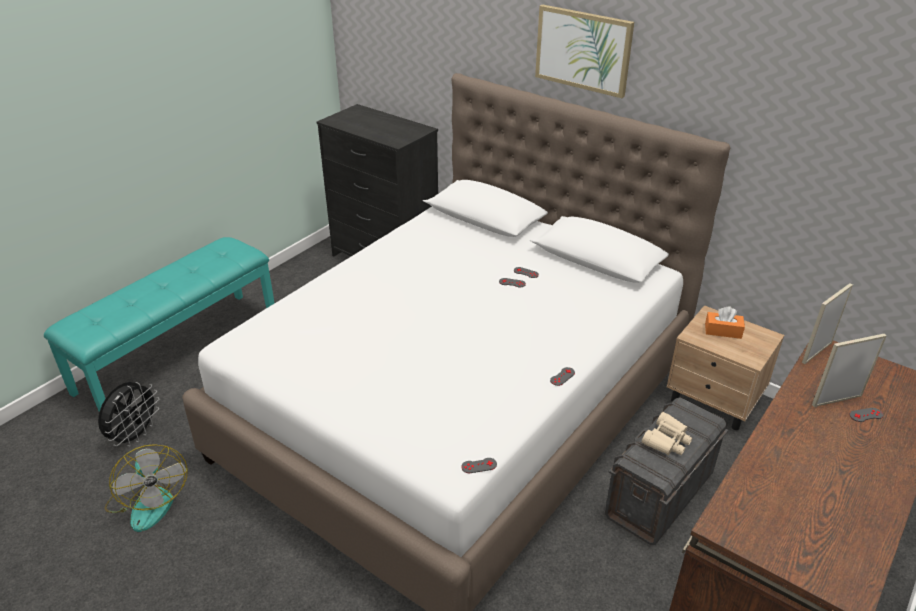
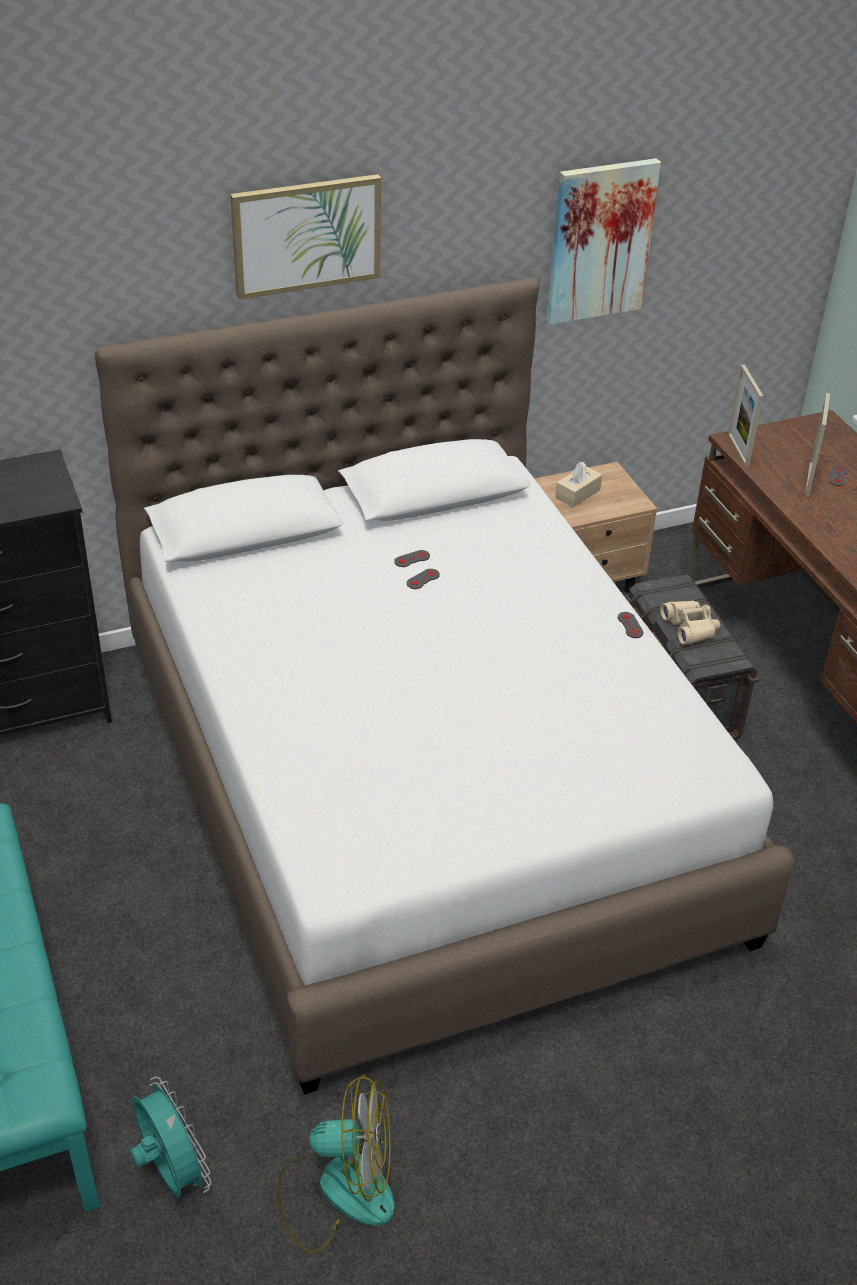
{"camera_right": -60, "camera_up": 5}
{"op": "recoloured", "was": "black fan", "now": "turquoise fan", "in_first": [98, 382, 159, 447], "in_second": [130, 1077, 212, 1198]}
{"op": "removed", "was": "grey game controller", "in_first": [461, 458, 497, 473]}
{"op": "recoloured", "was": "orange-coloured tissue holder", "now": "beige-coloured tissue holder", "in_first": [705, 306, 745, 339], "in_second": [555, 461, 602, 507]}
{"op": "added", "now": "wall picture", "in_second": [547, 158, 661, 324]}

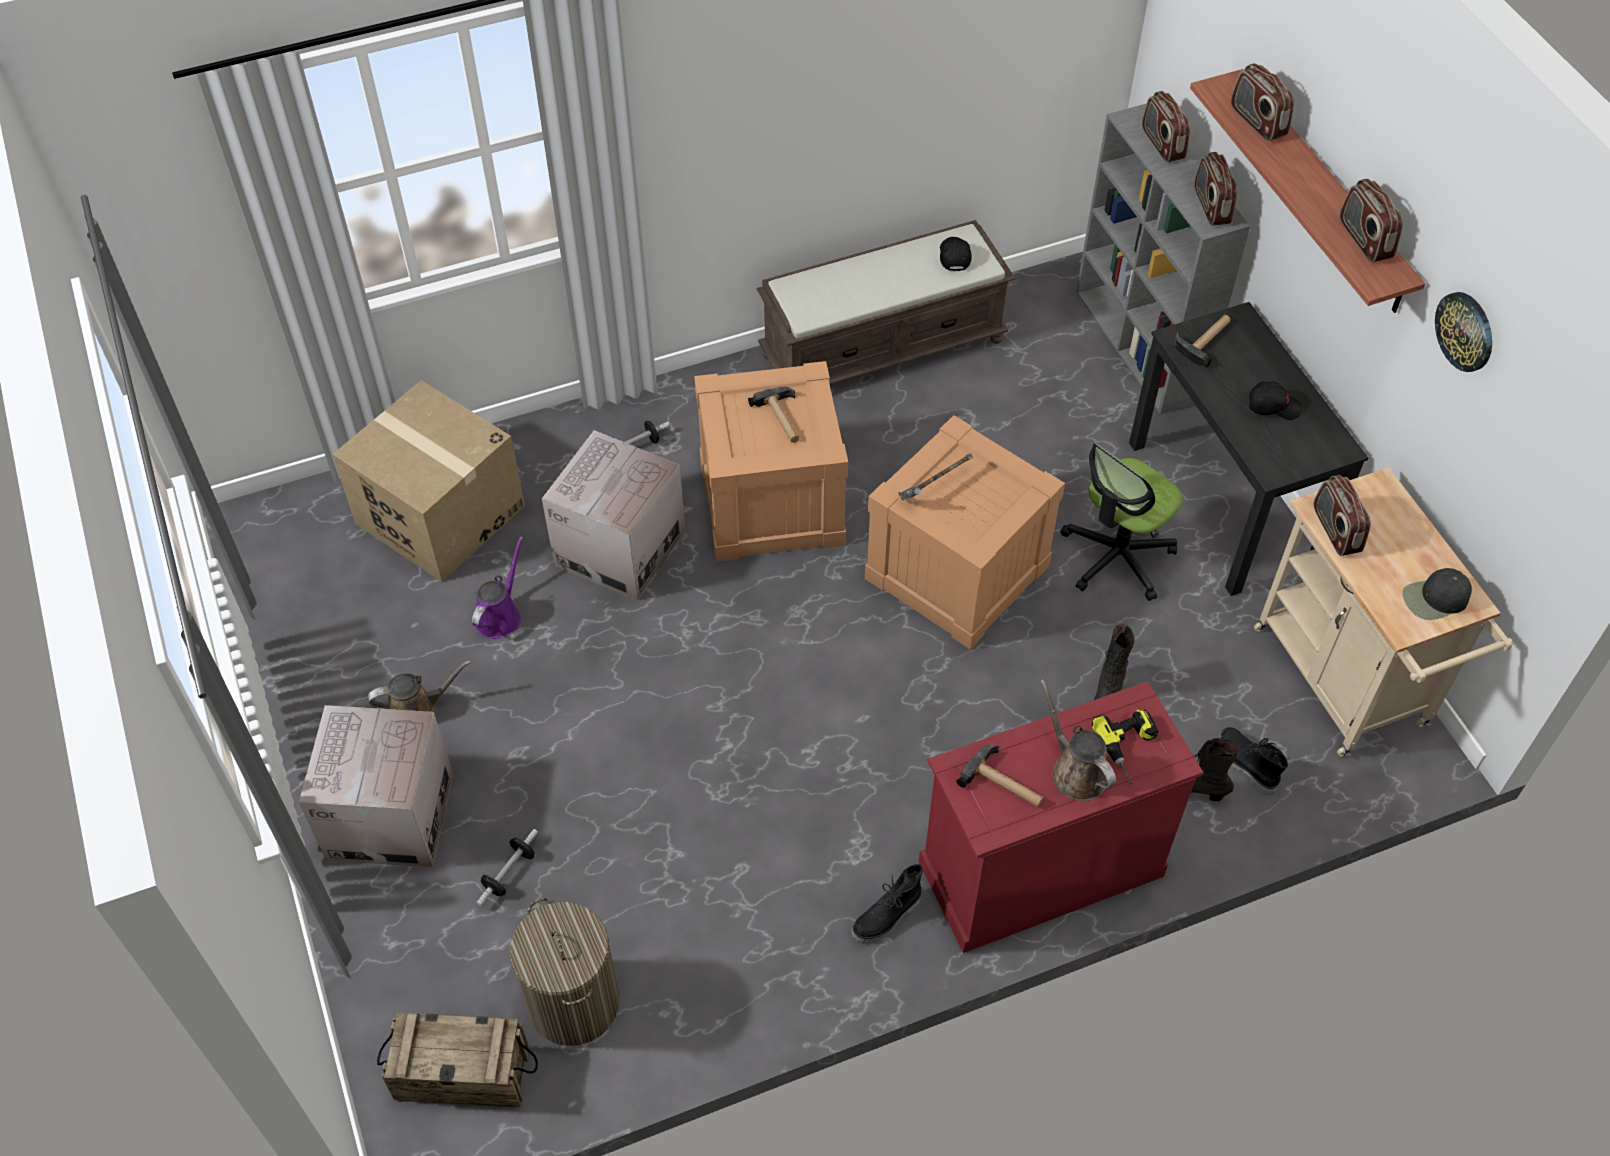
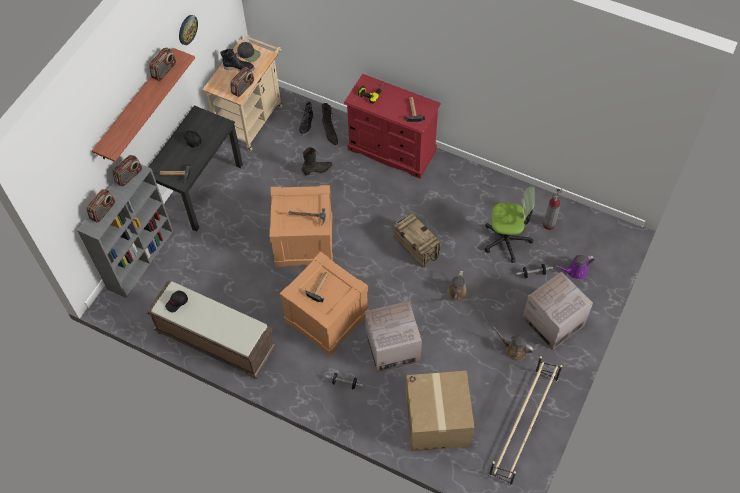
{"camera_right": -130, "camera_up": 5}
{"op": "moved", "was": "packing crate", "in_first": [377, 1013, 538, 1107], "in_second": [394, 213, 441, 268]}
{"op": "moved", "was": "purplish sprinkling can", "in_first": [472, 537, 523, 639], "in_second": [555, 255, 595, 279]}
{"op": "replaced", "was": "hamper", "now": "fire extinguisher", "in_first": [510, 898, 619, 1046], "in_second": [543, 189, 562, 230]}
{"op": "moved", "was": "black boot", "in_first": [851, 864, 923, 943], "in_second": [220, 49, 254, 71]}
{"op": "moved", "was": "brown sprinkling can", "in_first": [1041, 679, 1116, 801], "in_second": [447, 270, 468, 305]}
{"op": "moved", "was": "desk chair", "in_first": [1060, 443, 1183, 601], "in_second": [485, 186, 535, 263]}
{"op": "removed", "was": "radio", "in_first": [1231, 63, 1294, 141]}
{"op": "added", "now": "beige-coloured shoe rack", "in_second": [489, 356, 562, 486]}

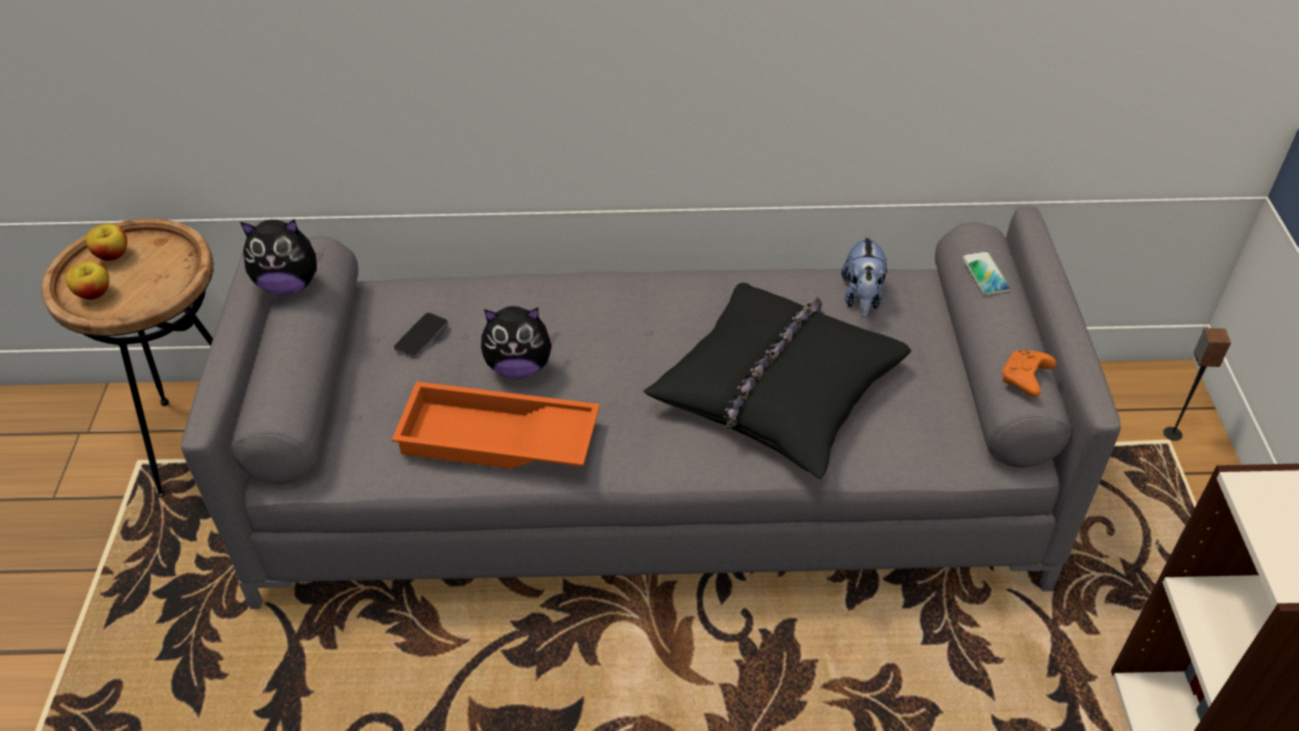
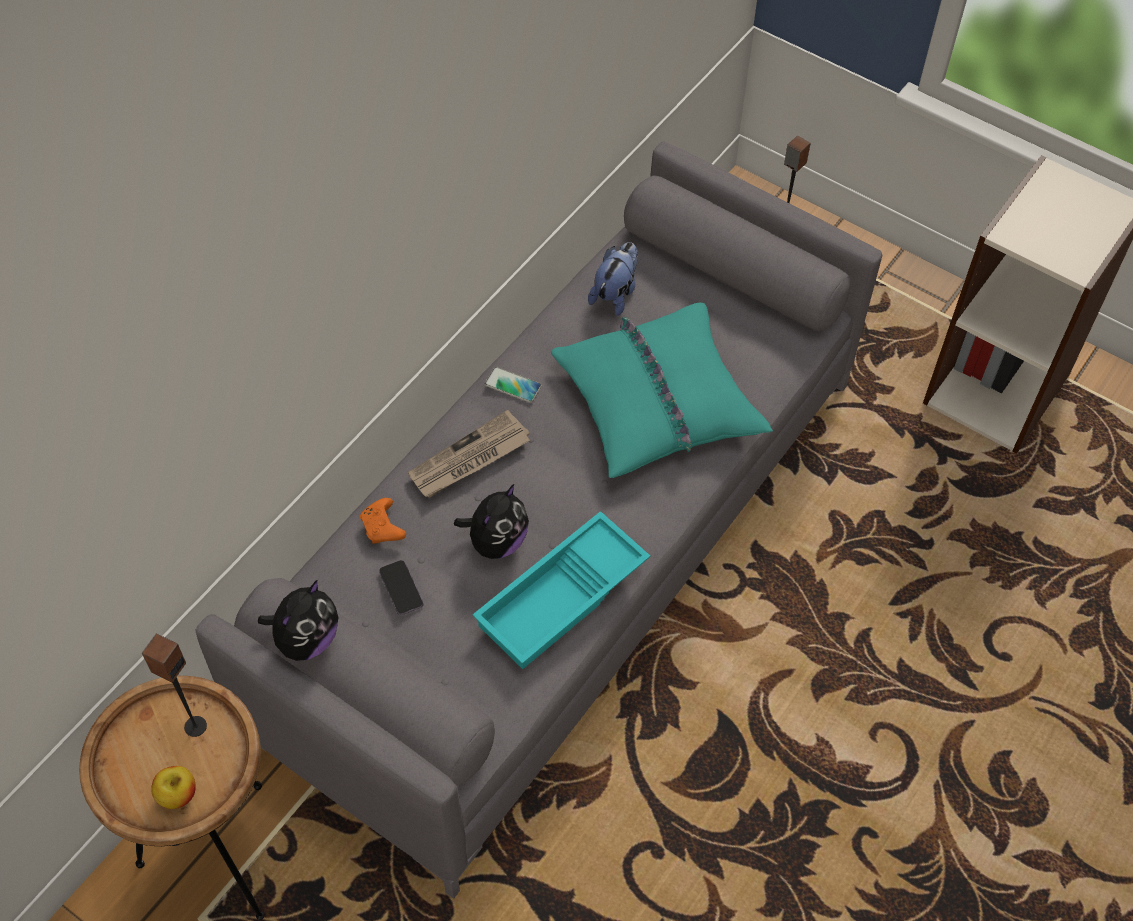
{"camera_right": -55, "camera_up": 10}
{"op": "removed", "was": "apple", "in_first": [86, 223, 127, 261]}
{"op": "recoloured", "was": "orange-coloured serving tray", "now": "turquoise serving tray", "in_first": [392, 382, 600, 469], "in_second": [472, 511, 650, 669]}
{"op": "recoloured", "was": "black throw pillow", "now": "turquoise throw pillow", "in_first": [644, 283, 911, 479], "in_second": [551, 303, 773, 478]}
{"op": "turned", "was": "plush toy", "in_first": [841, 232, 887, 318], "in_second": [588, 242, 638, 316], "clockwise": -105}
{"op": "moved", "was": "telephone", "in_first": [962, 251, 1011, 295], "in_second": [485, 367, 542, 403]}
{"op": "moved", "was": "orange-coloured game controller", "in_first": [1002, 350, 1056, 397], "in_second": [360, 498, 406, 544]}
{"op": "added", "now": "speaker", "in_second": [142, 634, 207, 737]}
{"op": "added", "now": "daily paper", "in_second": [408, 410, 530, 498]}

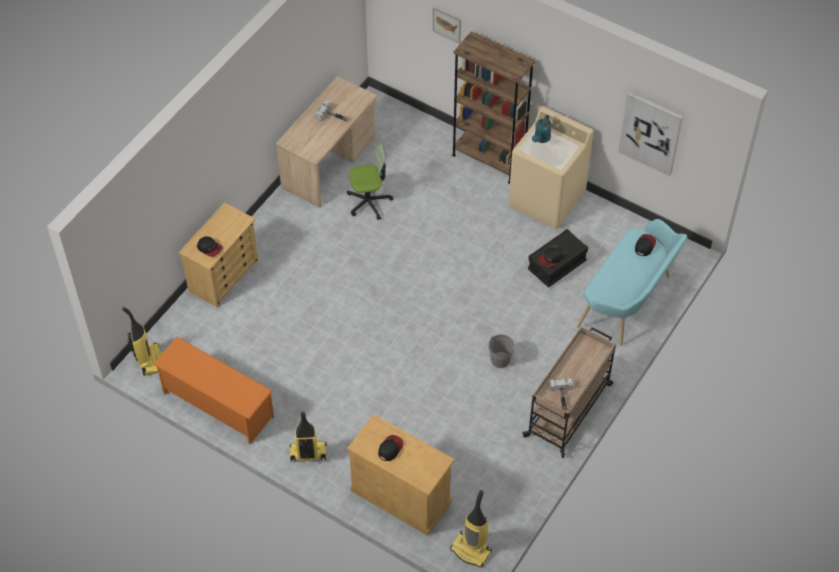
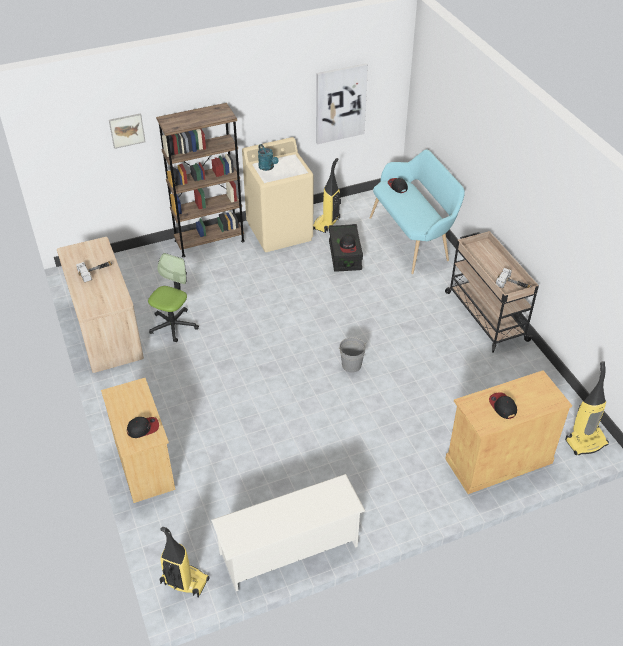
{"camera_right": -55, "camera_up": -10}
{"op": "recoloured", "was": "orange-coloured shoe rack", "now": "whitish shoe rack", "in_first": [153, 337, 274, 444], "in_second": [211, 474, 365, 591]}
{"op": "moved", "was": "vacuum cleaner", "in_first": [290, 411, 326, 462], "in_second": [313, 158, 341, 233]}
{"op": "moved", "was": "grey water bucket", "in_first": [489, 334, 515, 368], "in_second": [338, 337, 367, 373]}

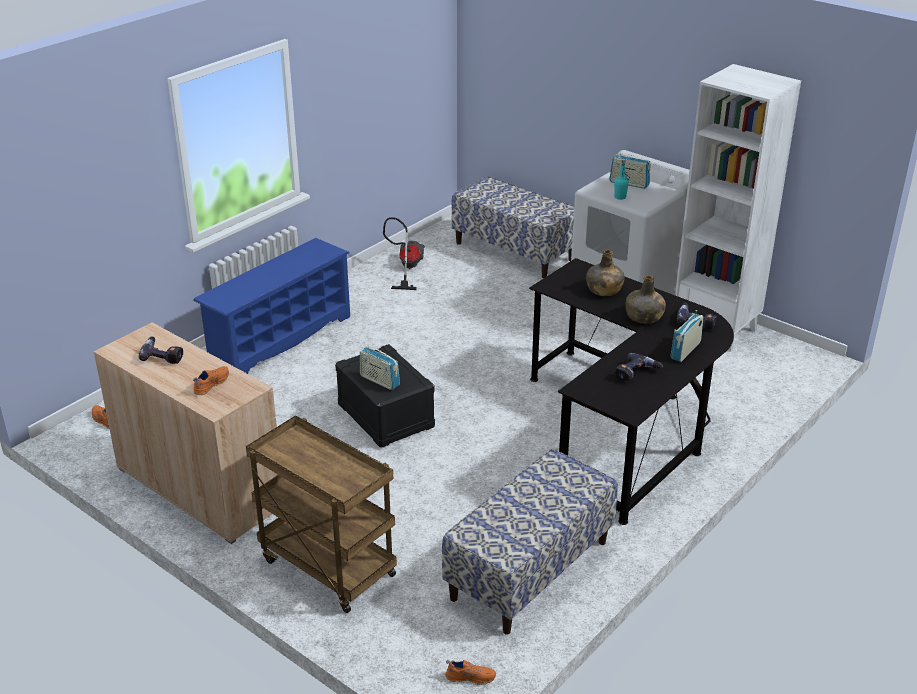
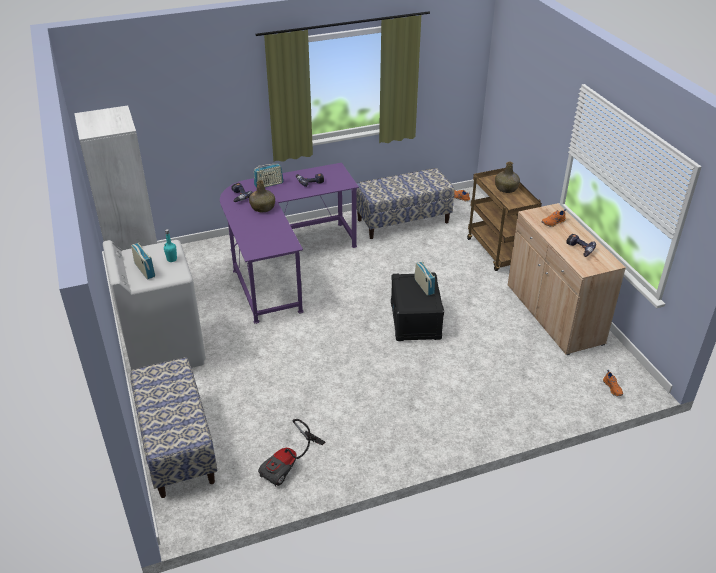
{"camera_right": -150, "camera_up": 5}
{"op": "removed", "was": "blue-coloured shoe rack", "in_first": [193, 238, 350, 374]}
{"op": "recoloured", "was": "black desk", "now": "purplish desk", "in_first": [529, 258, 734, 525], "in_second": [220, 163, 359, 324]}
{"op": "moved", "was": "green-coloured drink bottle", "in_first": [586, 249, 625, 296], "in_second": [495, 161, 520, 193]}

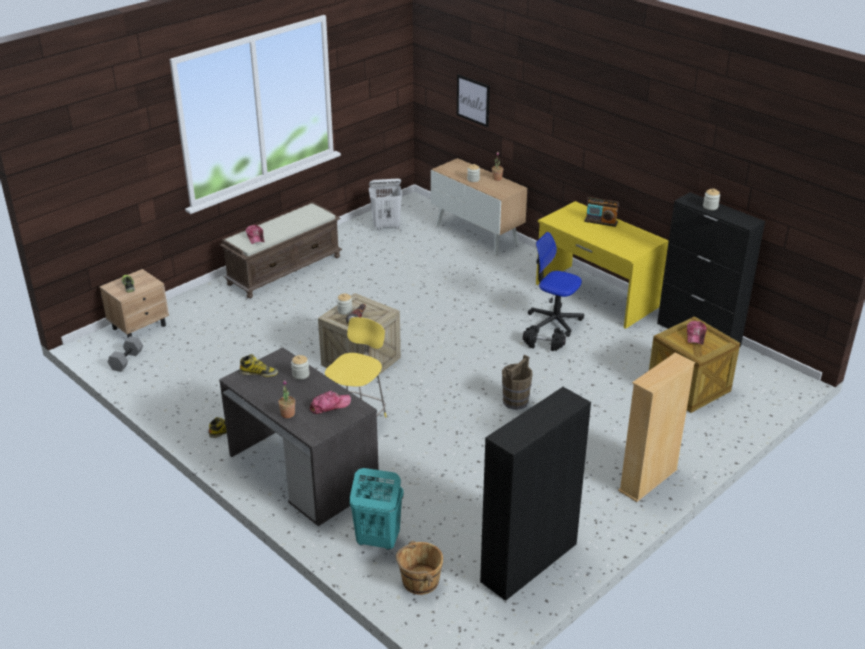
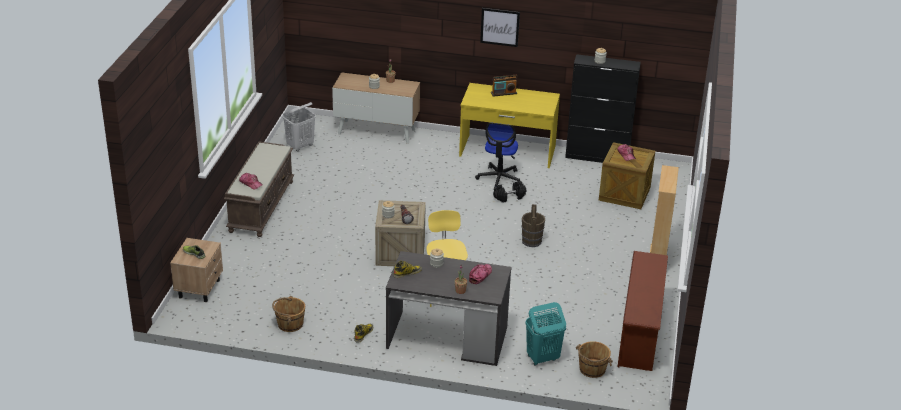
{"camera_right": -35, "camera_up": 0}
{"op": "removed", "was": "grey dumbbell", "in_first": [107, 336, 143, 372]}
{"op": "moved", "was": "wall picture", "in_first": [457, 74, 490, 128], "in_second": [480, 8, 520, 47]}
{"op": "replaced", "was": "black cabinet", "now": "brown shoe rack", "in_first": [480, 387, 591, 601], "in_second": [617, 251, 668, 371]}
{"op": "turned", "was": "desk chair", "in_first": [528, 232, 584, 337], "in_second": [475, 123, 522, 189], "clockwise": -75}
{"op": "added", "now": "brown water bucket", "in_second": [272, 296, 305, 332]}

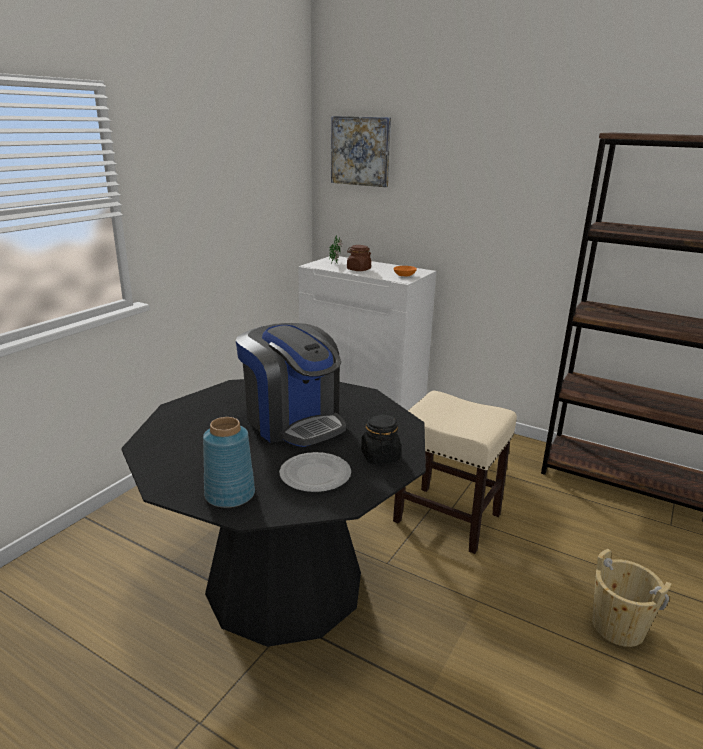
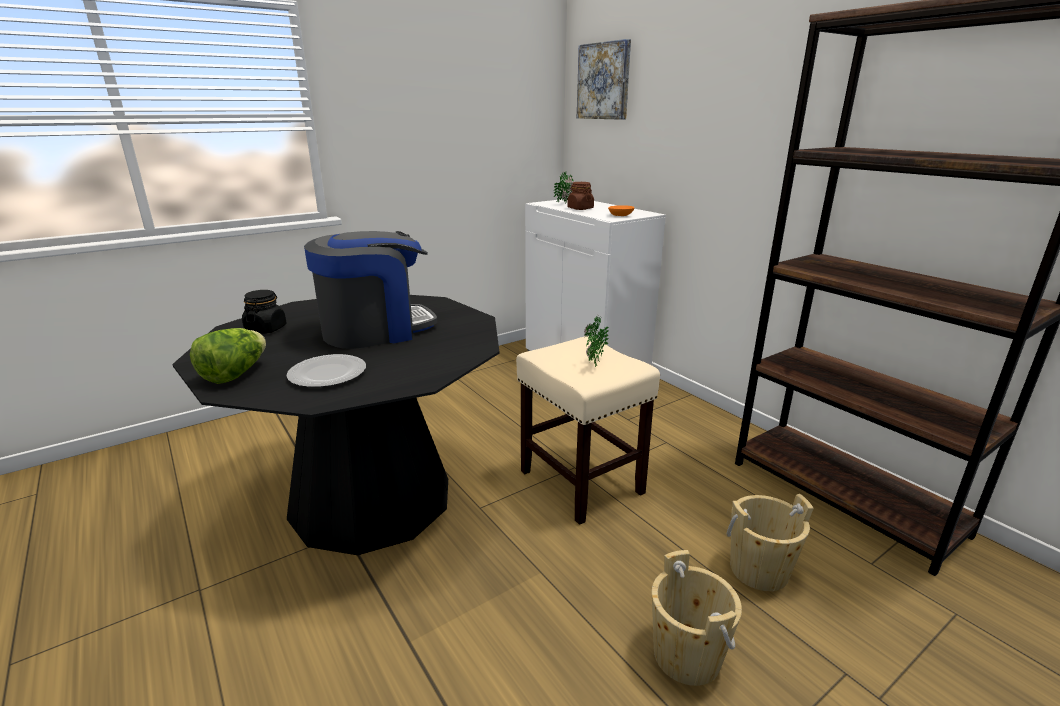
{"camera_right": 25, "camera_up": 0}
{"op": "replaced", "was": "blue-coloured vase", "now": "lettuce", "in_first": [203, 417, 255, 508], "in_second": [190, 328, 266, 384]}
{"op": "turned", "was": "coffee maker", "in_first": [236, 323, 346, 447], "in_second": [304, 231, 437, 349], "clockwise": -105}
{"op": "moved", "was": "black preserve jar", "in_first": [361, 414, 401, 464], "in_second": [242, 290, 287, 334]}
{"op": "added", "now": "houseplant", "in_second": [584, 316, 609, 367]}
{"op": "added", "now": "beige-coloured water bucket", "in_second": [727, 494, 814, 591]}

